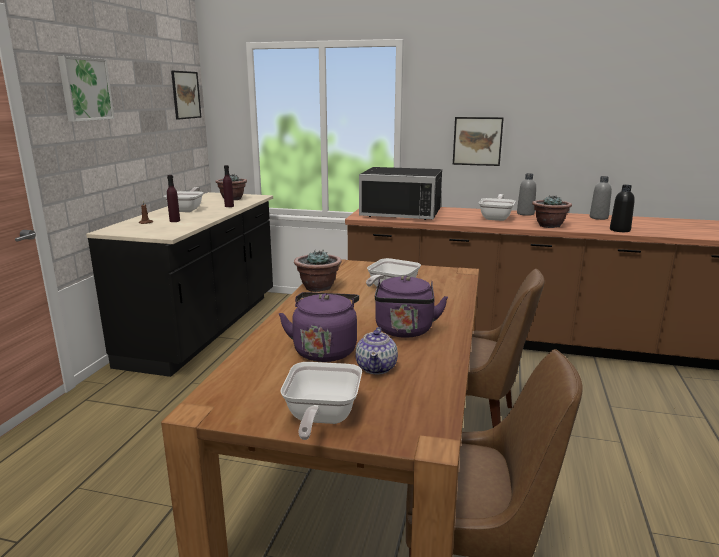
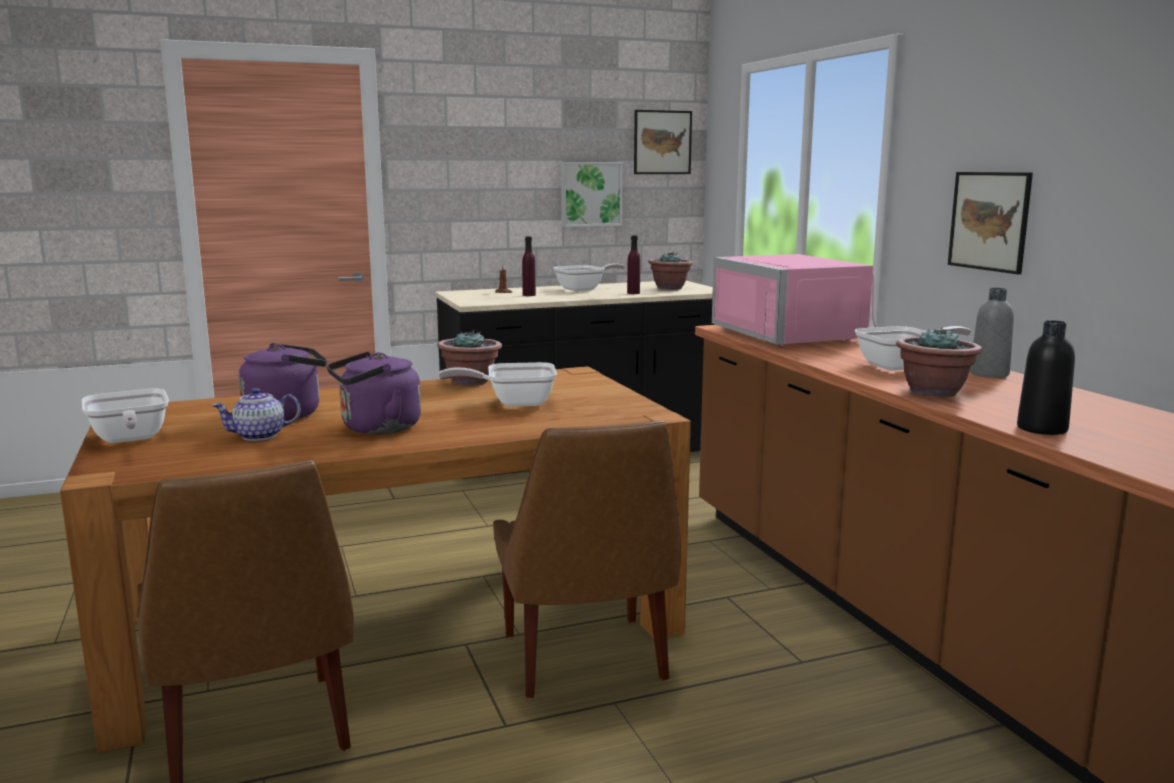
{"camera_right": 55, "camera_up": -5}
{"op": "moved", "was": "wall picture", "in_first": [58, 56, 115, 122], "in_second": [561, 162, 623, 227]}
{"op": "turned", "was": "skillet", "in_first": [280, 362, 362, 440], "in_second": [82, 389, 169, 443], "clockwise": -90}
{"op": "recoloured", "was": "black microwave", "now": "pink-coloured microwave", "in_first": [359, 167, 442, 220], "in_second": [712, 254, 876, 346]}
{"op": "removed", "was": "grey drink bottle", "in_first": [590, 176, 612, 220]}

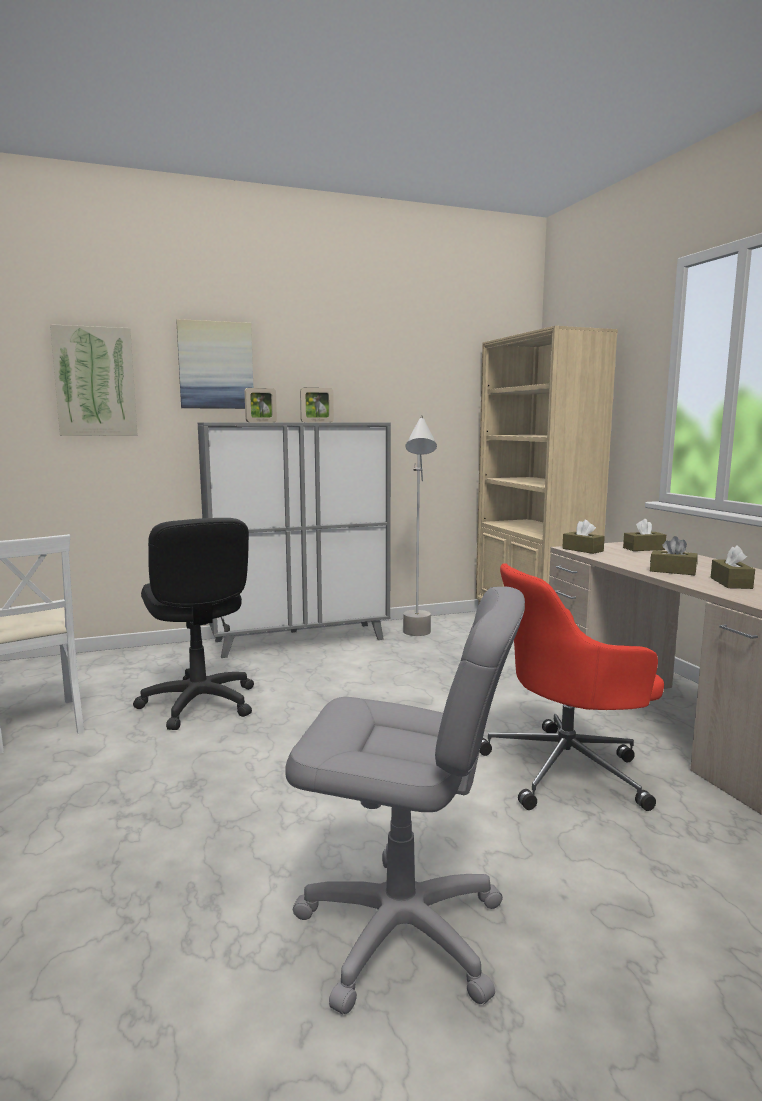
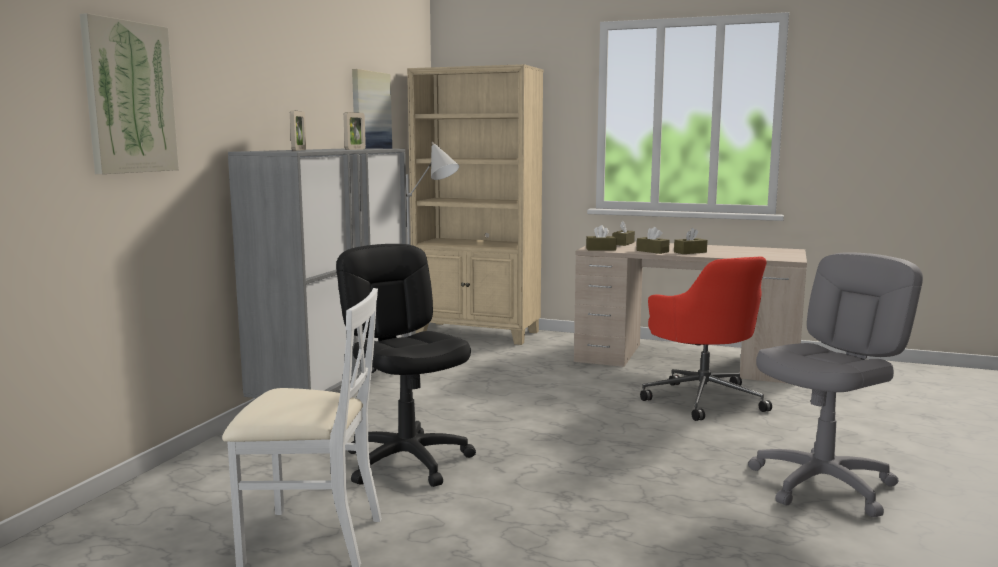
{"camera_right": -50, "camera_up": 0}
{"op": "turned", "was": "black desk chair", "in_first": [133, 518, 254, 730], "in_second": [336, 244, 476, 487], "clockwise": -135}
{"op": "moved", "was": "wall picture", "in_first": [176, 319, 253, 409], "in_second": [352, 69, 392, 149]}
{"op": "turned", "was": "red desk chair", "in_first": [480, 563, 664, 811], "in_second": [640, 257, 772, 421], "clockwise": -45}
{"op": "moved", "was": "brown tissue holder", "in_first": [710, 545, 755, 589], "in_second": [637, 227, 670, 254]}

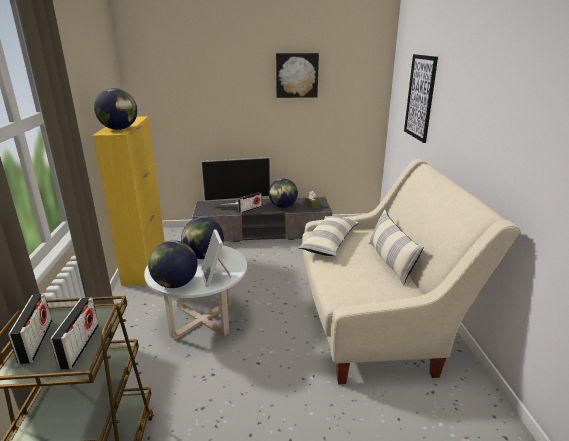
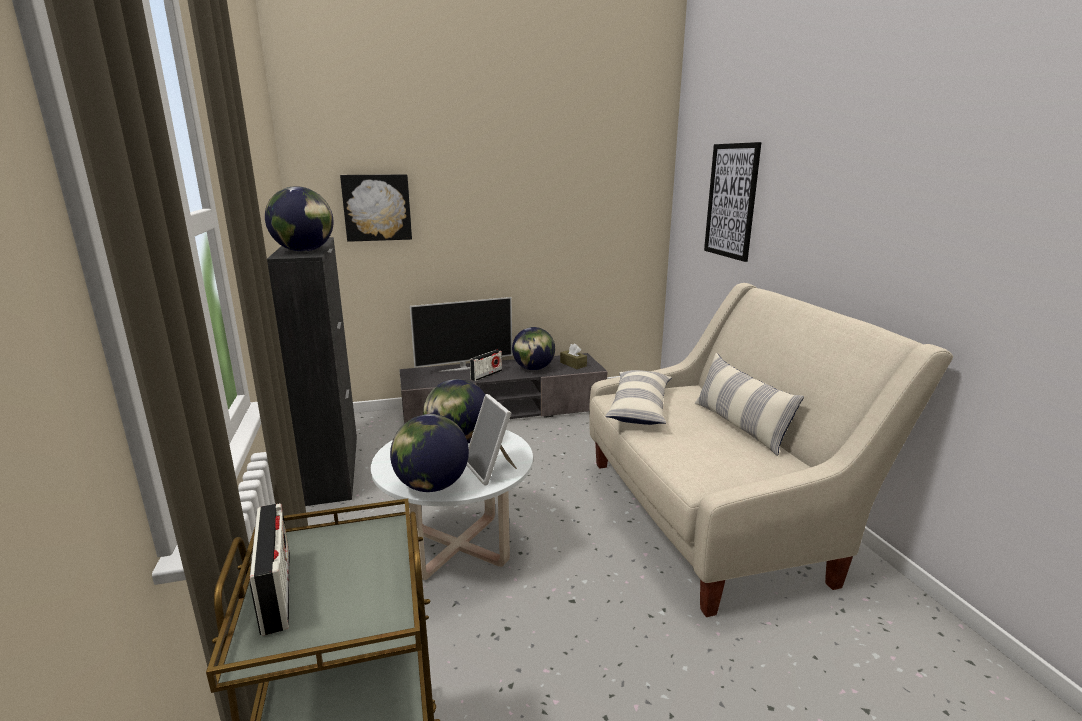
{"camera_right": -10, "camera_up": -5}
{"op": "removed", "was": "radio", "in_first": [50, 298, 99, 369]}
{"op": "recoloured", "was": "yellow cabinet", "now": "black cabinet", "in_first": [93, 116, 165, 286], "in_second": [267, 237, 357, 506]}
{"op": "moved", "was": "wall picture", "in_first": [276, 53, 319, 98], "in_second": [340, 174, 412, 242]}

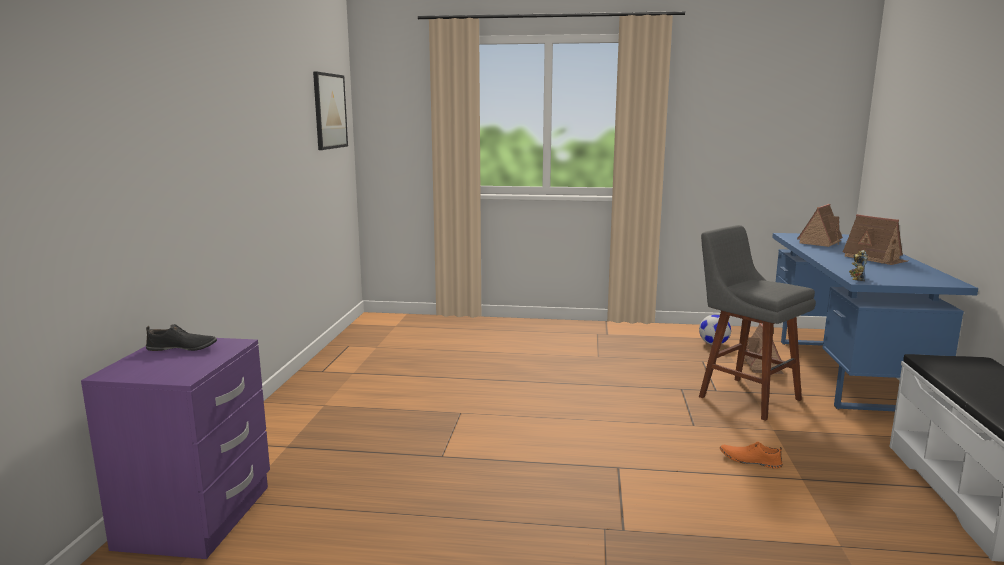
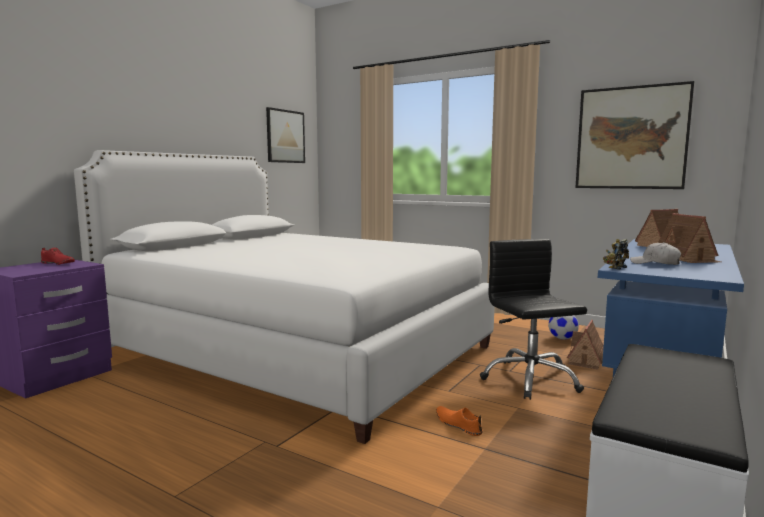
{"camera_right": 25, "camera_up": -5}
{"op": "recoloured", "was": "black low shoe", "now": "red low shoe", "in_first": [146, 324, 217, 351], "in_second": [41, 248, 75, 265]}
{"op": "replaced", "was": "grey stool", "now": "black desk chair", "in_first": [699, 225, 816, 421], "in_second": [480, 239, 587, 400]}
{"op": "added", "now": "whitish bed", "in_second": [74, 150, 494, 444]}
{"op": "added", "now": "wall picture", "in_second": [575, 81, 694, 189]}
{"op": "added", "now": "whitish baseball cap", "in_second": [630, 242, 681, 265]}

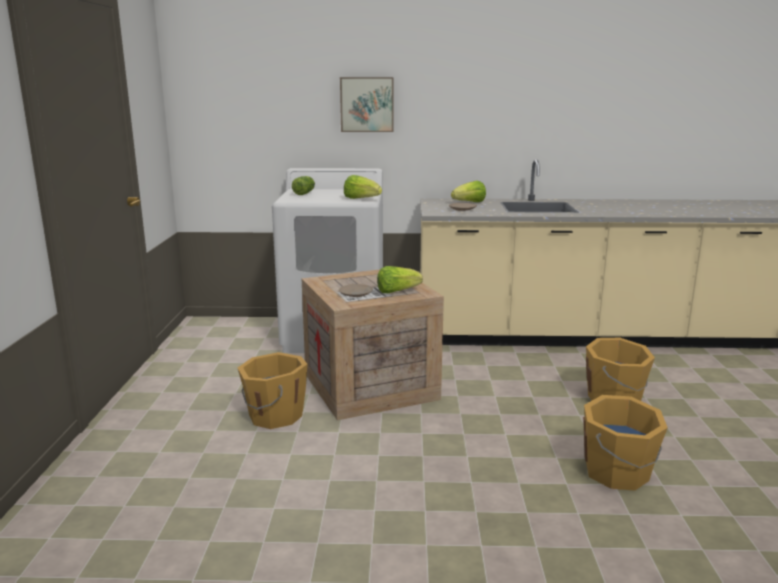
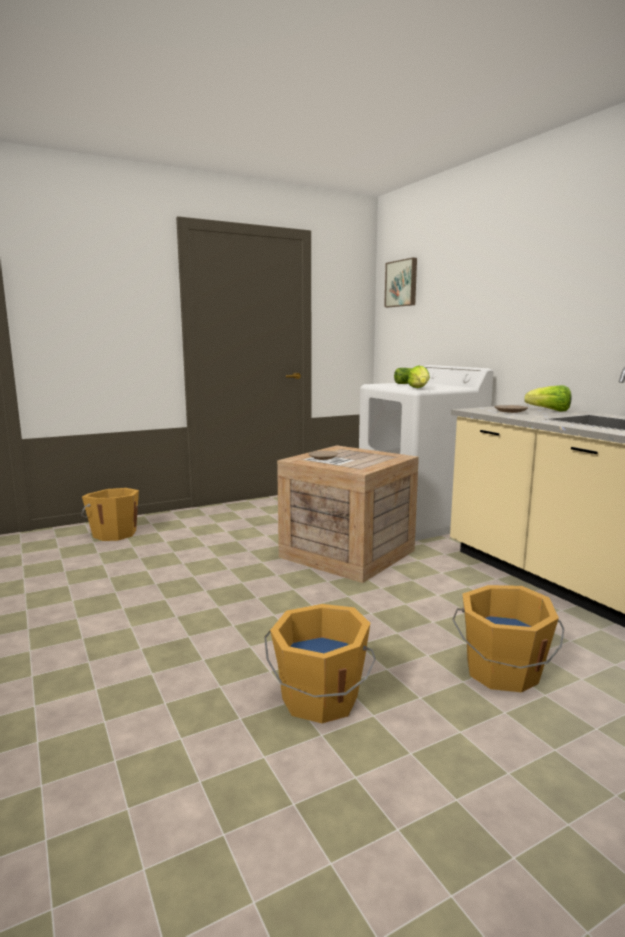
{"camera_right": 60, "camera_up": -5}
{"op": "moved", "was": "orange-coloured water bucket", "in_first": [238, 352, 307, 429], "in_second": [81, 488, 139, 541]}
{"op": "moved", "was": "wall picture", "in_first": [340, 77, 394, 132], "in_second": [384, 258, 417, 307]}
{"op": "removed", "was": "lettuce", "in_first": [377, 266, 423, 293]}

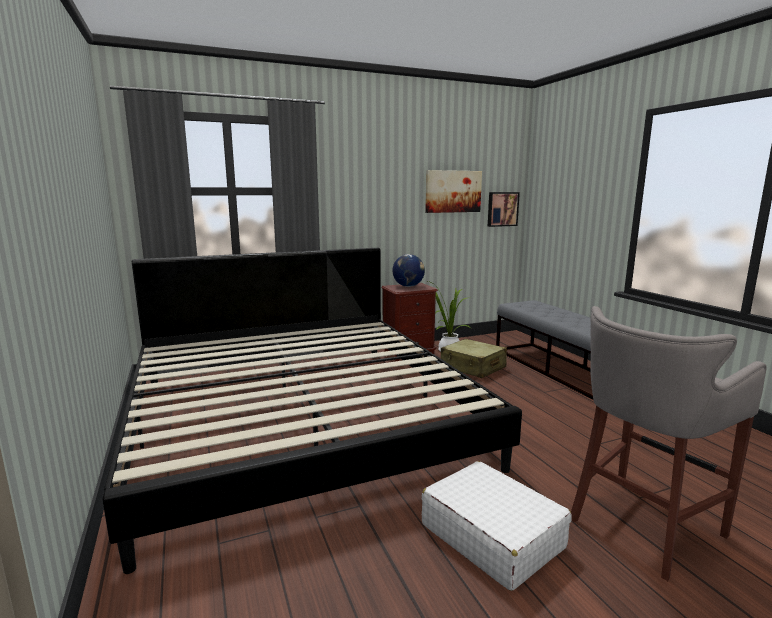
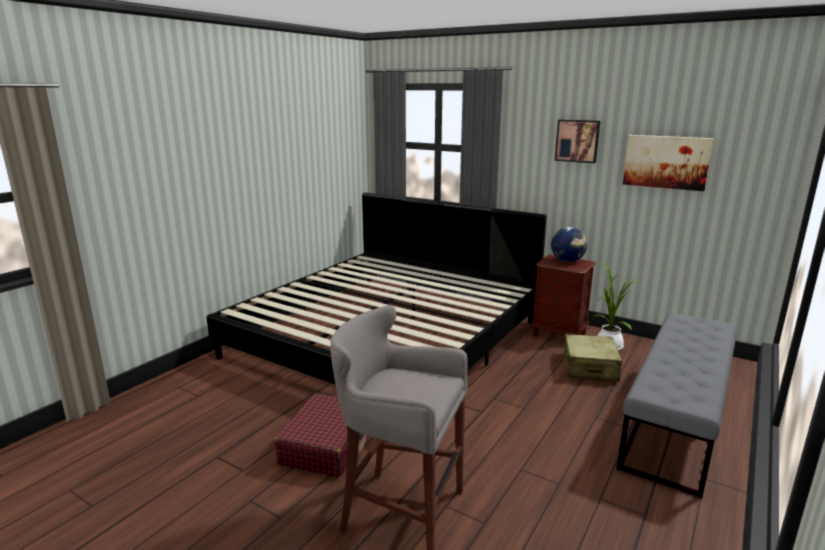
{"camera_right": 55, "camera_up": 5}
{"op": "recoloured", "was": "whitish piece of luggage", "now": "red piece of luggage", "in_first": [422, 461, 572, 591], "in_second": [275, 393, 367, 477]}
{"op": "moved", "was": "wall picture", "in_first": [488, 192, 520, 227], "in_second": [555, 119, 600, 163]}

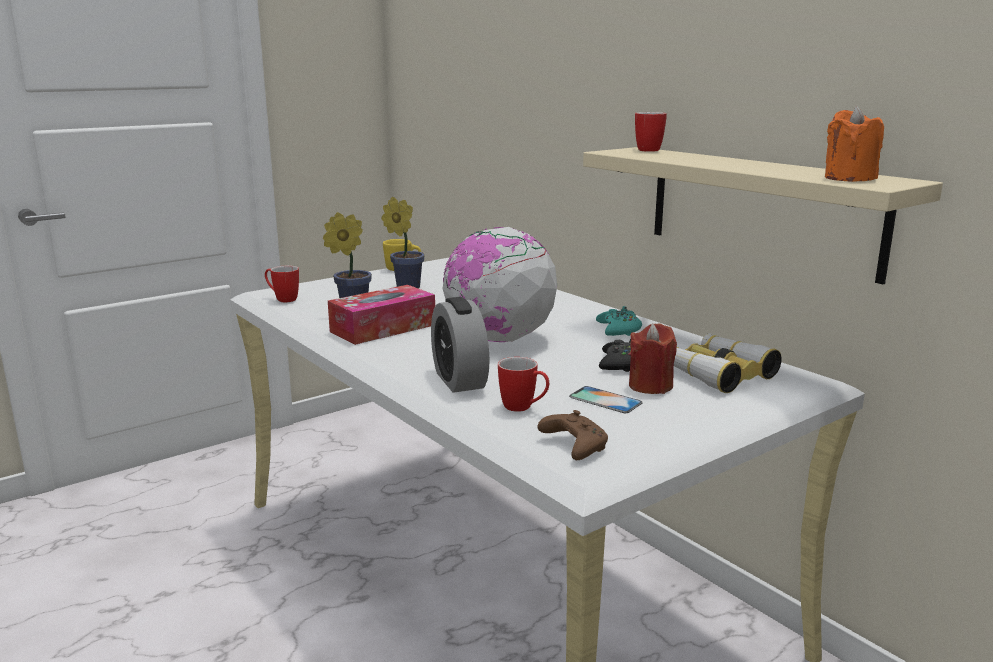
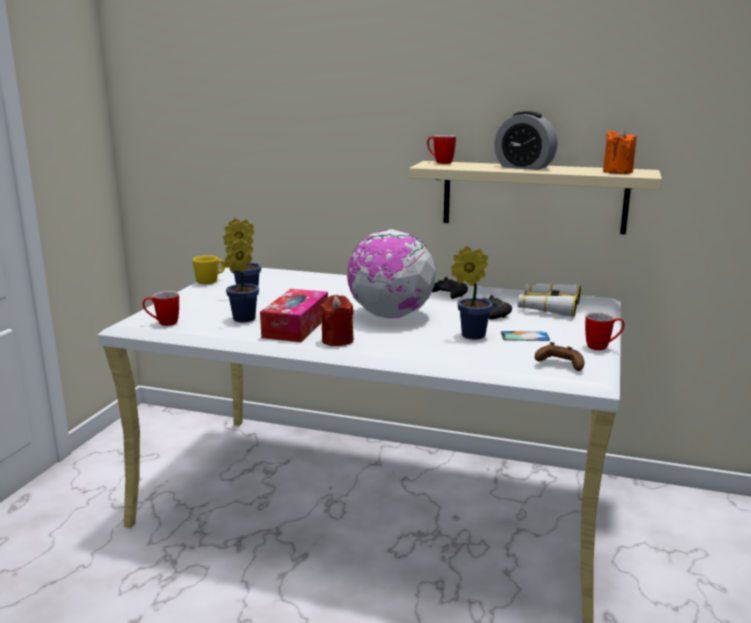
{"camera_right": -35, "camera_up": 0}
{"op": "moved", "was": "bedside clock", "in_first": [431, 297, 490, 393], "in_second": [494, 111, 557, 170]}
{"op": "moved", "was": "coffee mug", "in_first": [498, 357, 549, 412], "in_second": [585, 312, 625, 350]}
{"op": "recoloured", "was": "turquoise game controller", "now": "black game controller", "in_first": [596, 306, 642, 336], "in_second": [432, 277, 468, 299]}
{"op": "moved", "was": "red candle", "in_first": [629, 323, 677, 394], "in_second": [320, 295, 354, 346]}
{"op": "added", "now": "houseplant", "in_second": [451, 246, 493, 340]}

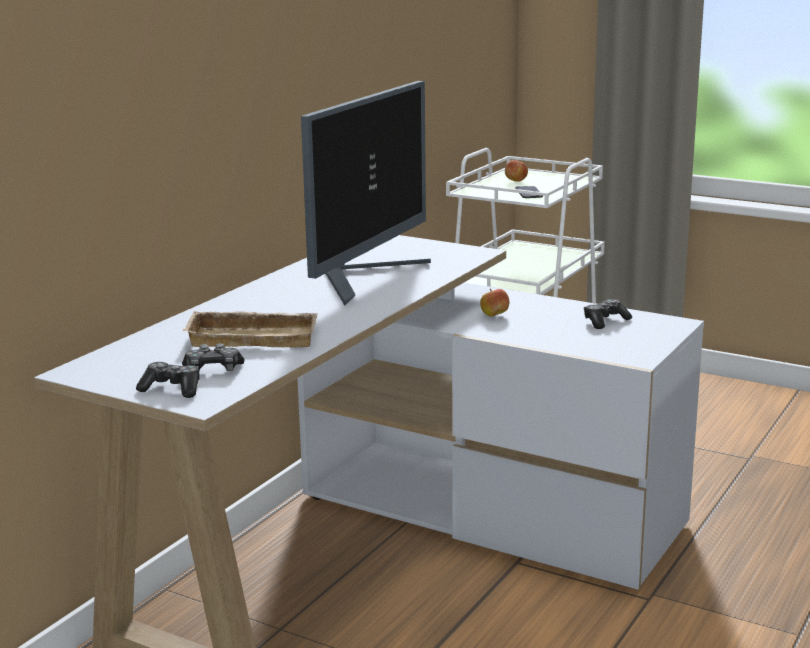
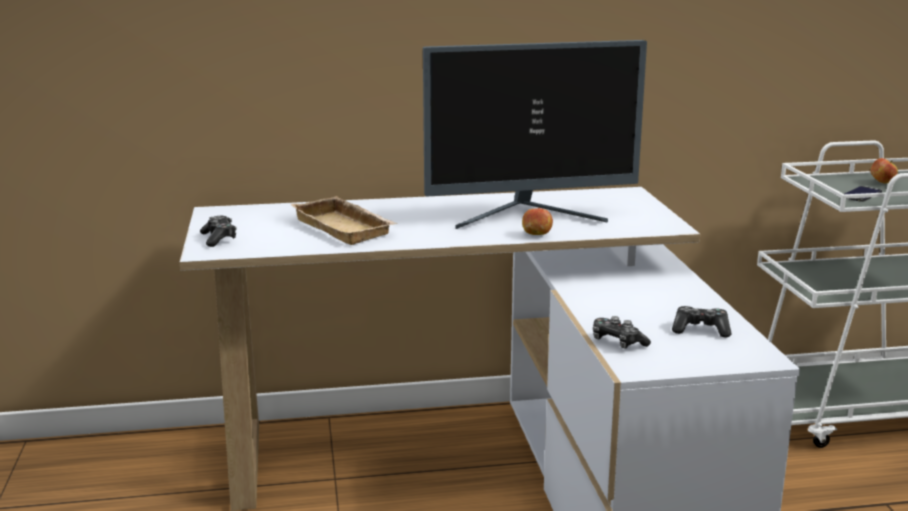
{"camera_right": 50, "camera_up": 0}
{"op": "moved", "was": "game controller", "in_first": [182, 343, 244, 371], "in_second": [593, 316, 651, 349]}
{"op": "moved", "was": "apple", "in_first": [480, 289, 509, 316], "in_second": [522, 207, 553, 235]}

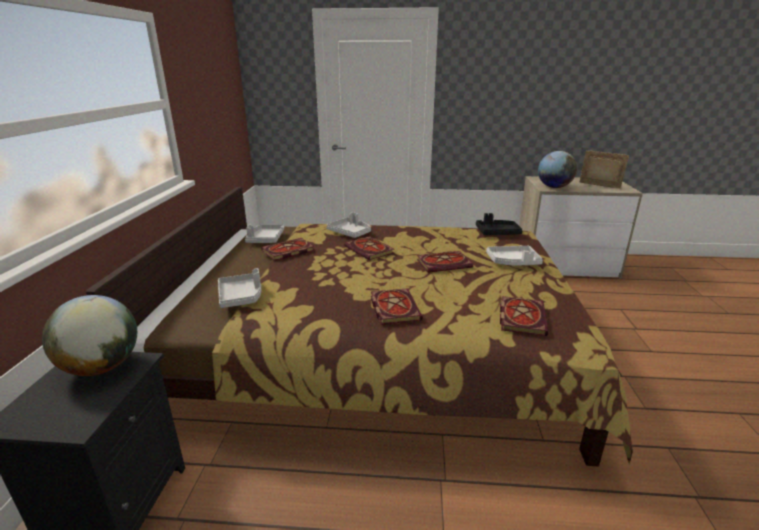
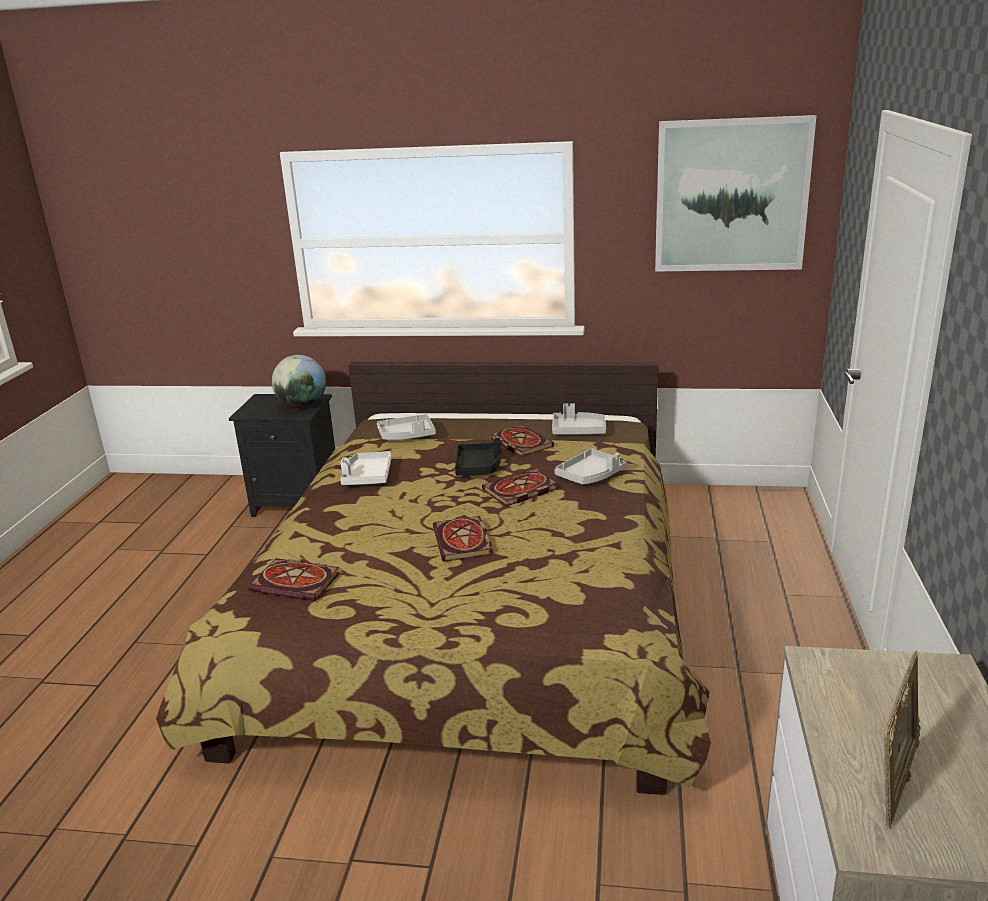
{"camera_right": 95, "camera_up": 0}
{"op": "removed", "was": "book", "in_first": [371, 288, 423, 325]}
{"op": "moved", "was": "black serving tray", "in_first": [476, 213, 523, 235], "in_second": [455, 438, 501, 476]}
{"op": "moved", "was": "whitish serving tray", "in_first": [486, 245, 543, 265], "in_second": [340, 451, 392, 485]}
{"op": "removed", "was": "desk globe", "in_first": [538, 151, 577, 188]}
{"op": "added", "now": "wall picture", "in_second": [655, 115, 816, 272]}

